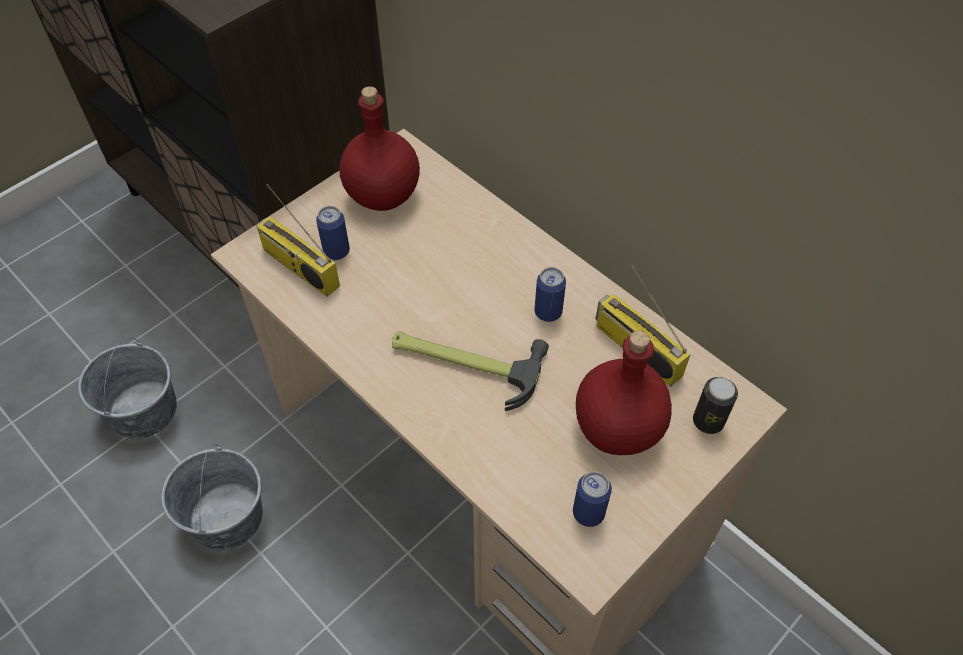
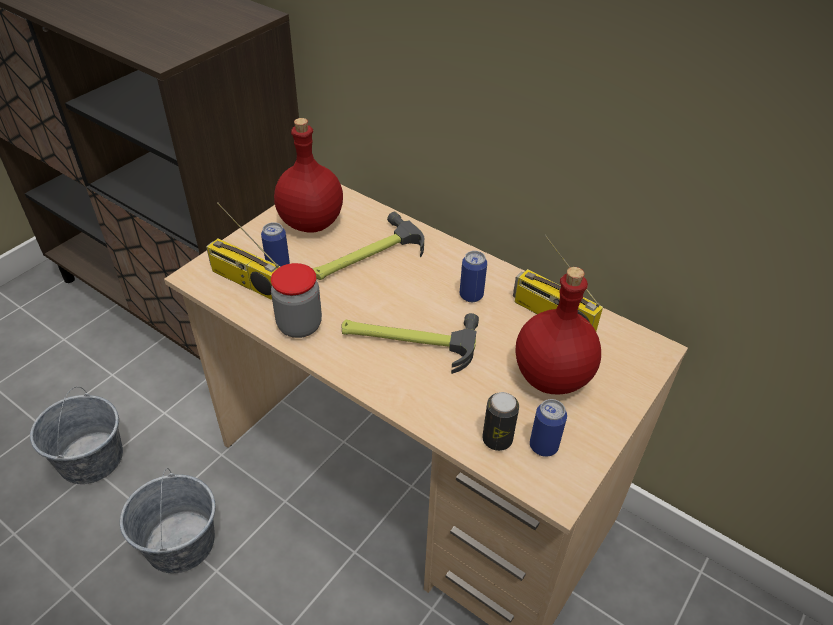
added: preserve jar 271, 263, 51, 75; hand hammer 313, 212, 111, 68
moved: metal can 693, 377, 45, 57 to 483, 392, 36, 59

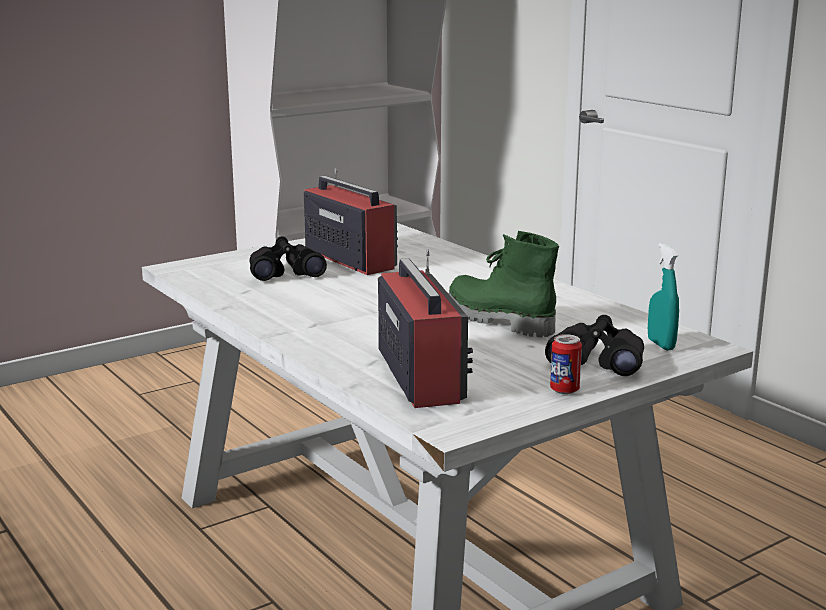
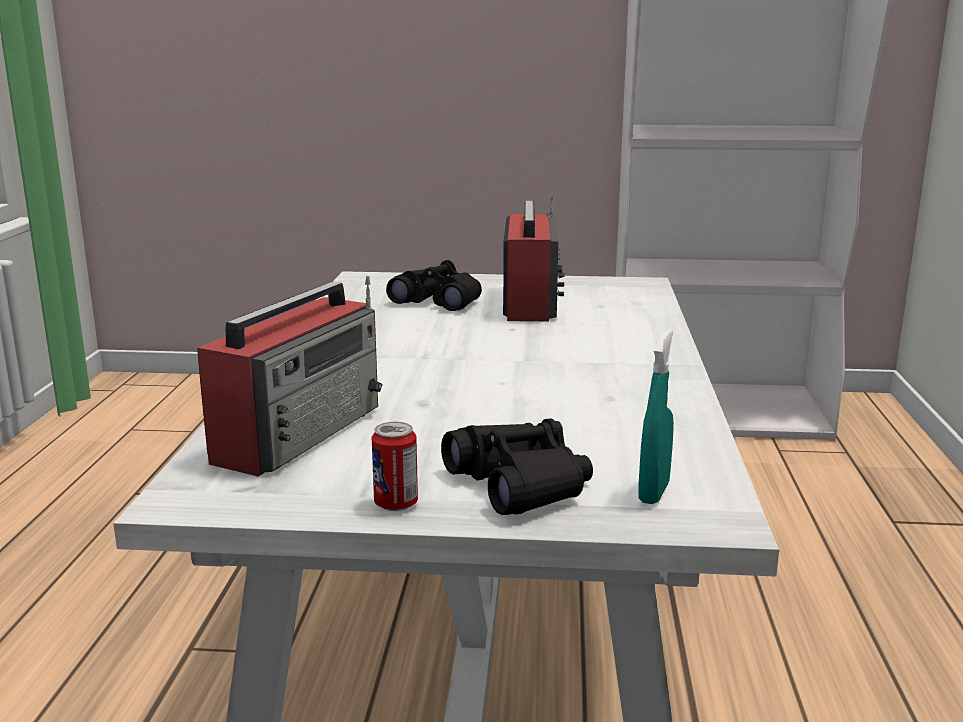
removed: tall boot (green-coloured) 449, 231, 110, 106

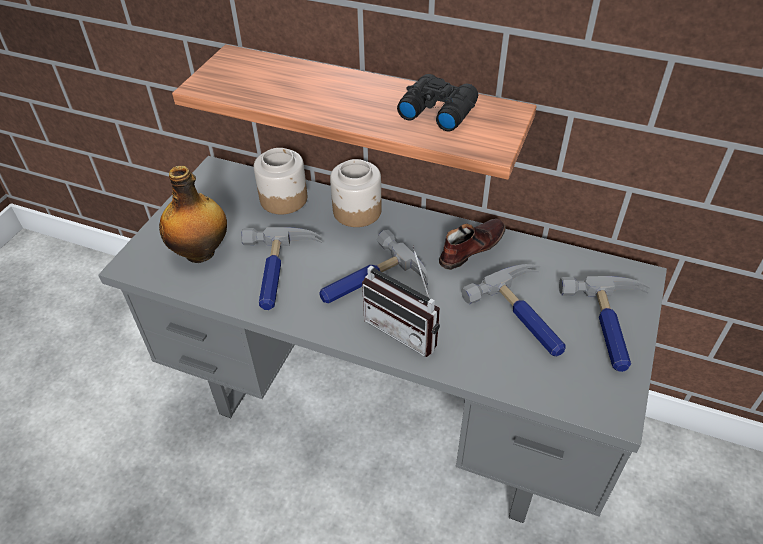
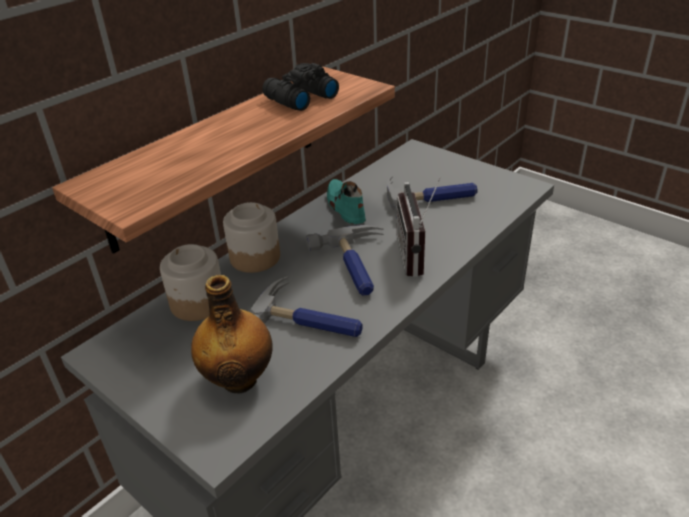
removed: hand hammer 559, 276, 91, 96
recoloured: low shoe (brown-coloured) 439, 219, 67, 51 to low shoe (blue-green) 327, 179, 39, 45
turned: radio 362, 246, 78, 111 = 397, 177, 44, 100 120 degrees clockwise

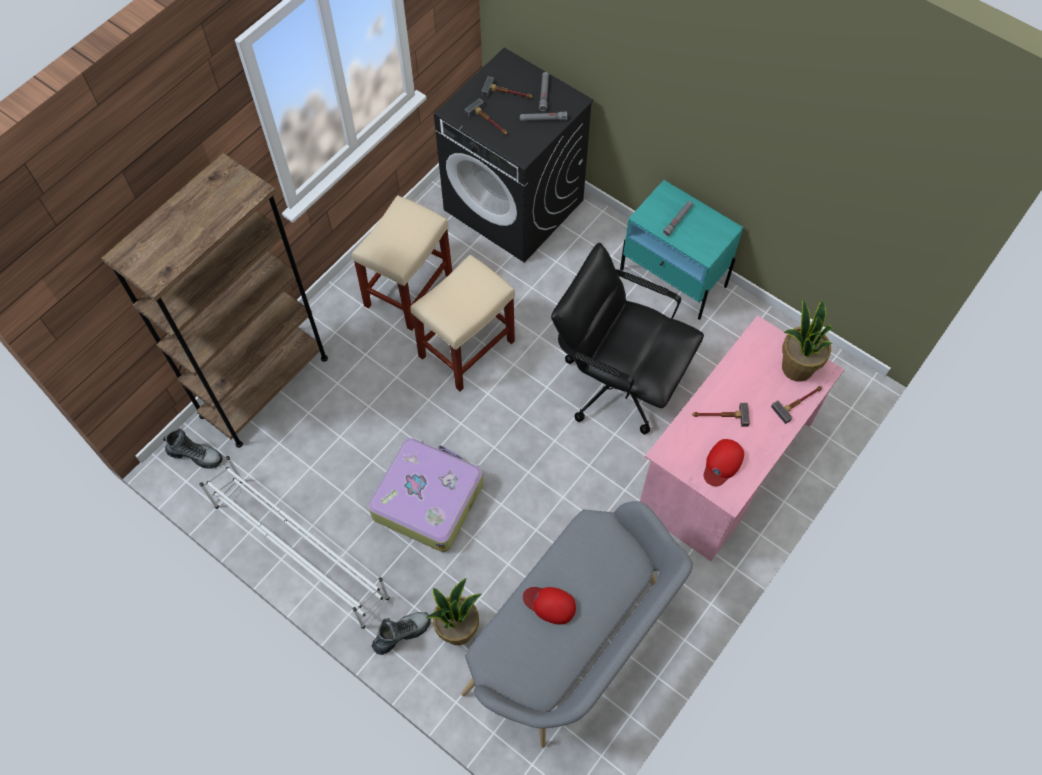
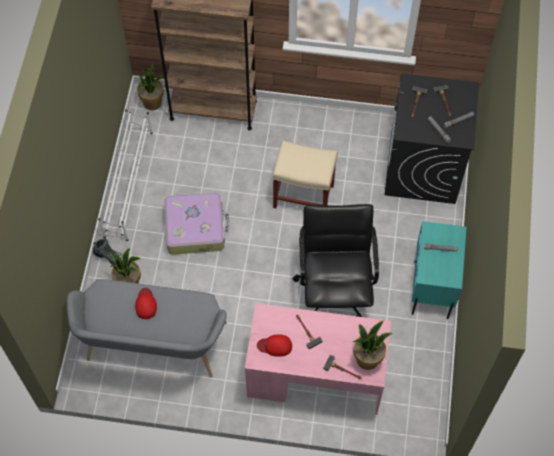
removed: stool seat (beige) 352, 195, 100, 136
replaced: tall boot 163, 428, 59, 41 to potted plant 137, 63, 27, 47

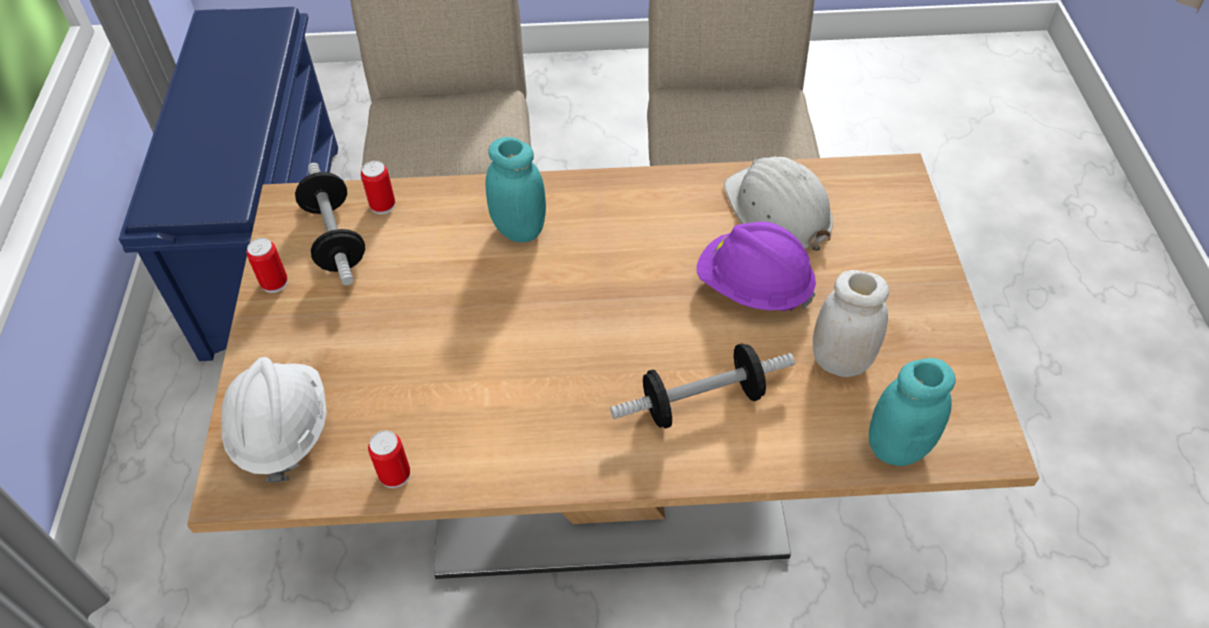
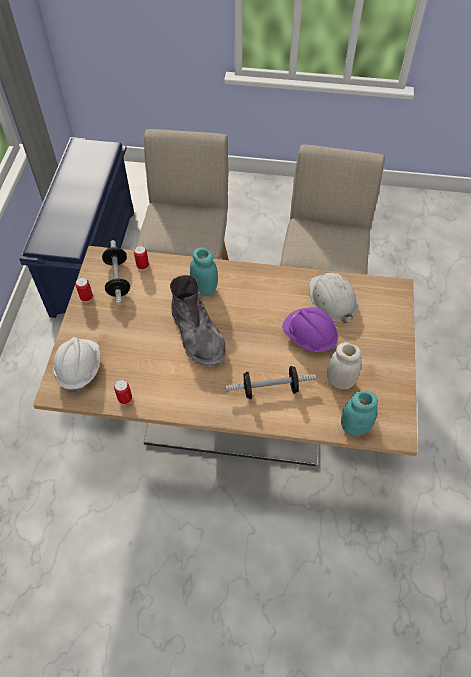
added: tall boot (grey) 170, 275, 56, 92

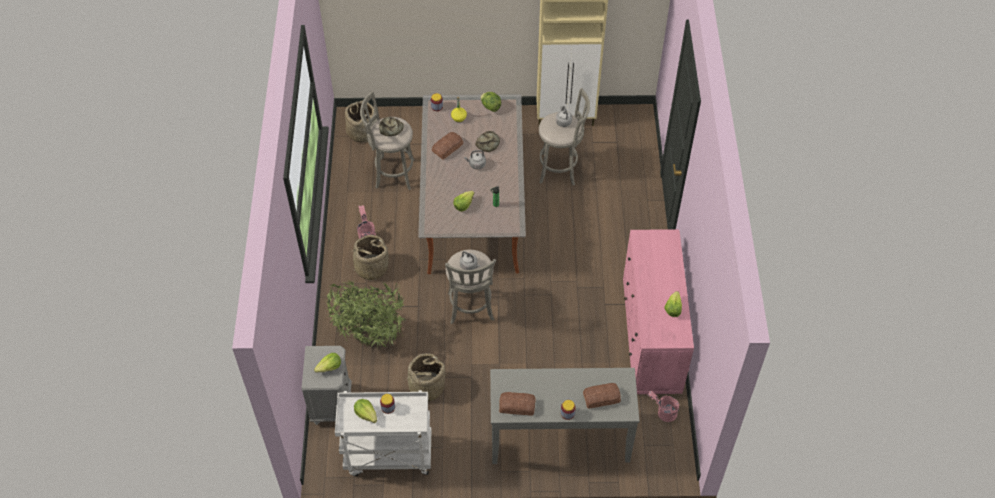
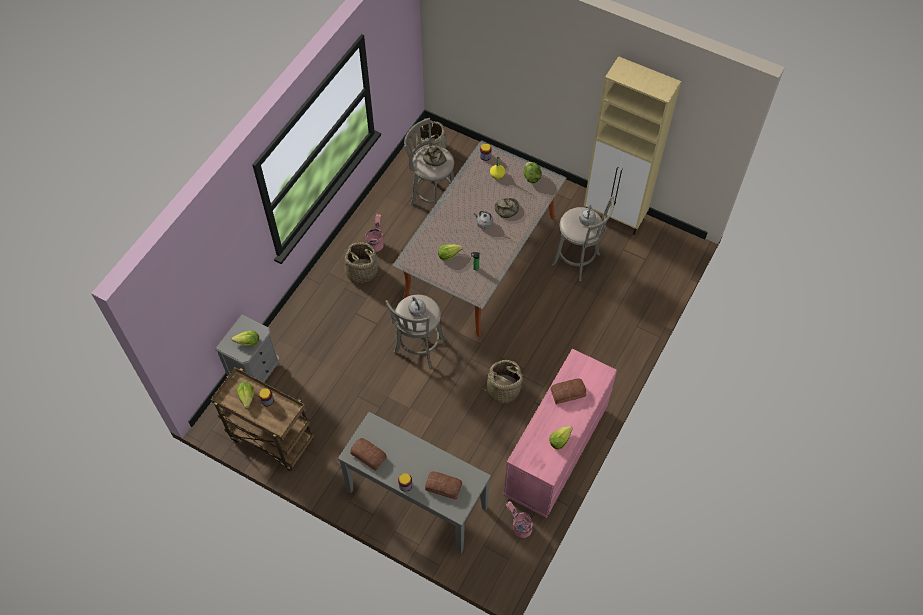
removed: potted plant 326, 281, 80, 66
moved: household basket 408, 353, 37, 48 to 479, 360, 45, 44; baked bread 432, 132, 31, 28 to 550, 378, 36, 26
recoloured: cart (white) 335, 390, 96, 86 to cart (brown-coloured) 211, 367, 103, 105

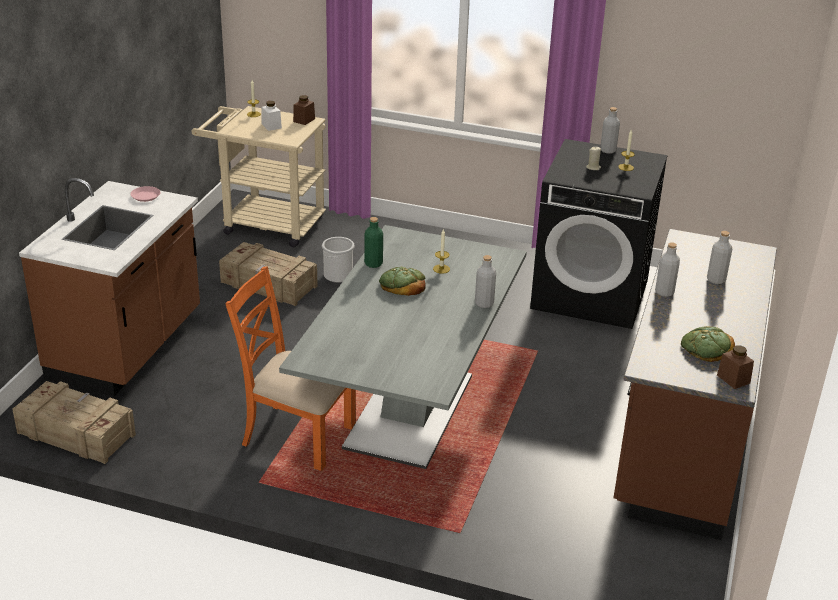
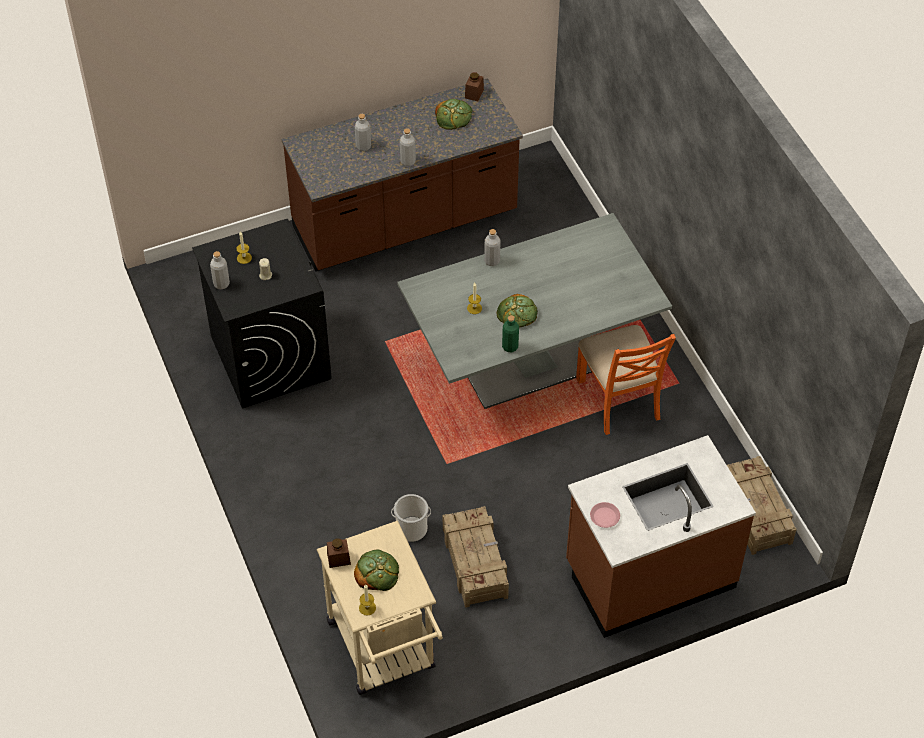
replaced: preserve jar (white) 262, 101, 20, 30 to baked bread 354, 550, 45, 41

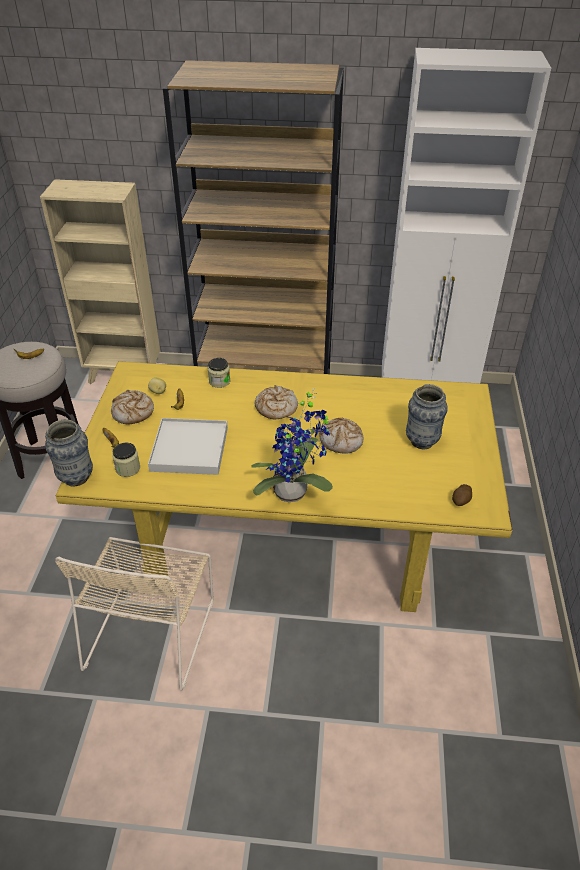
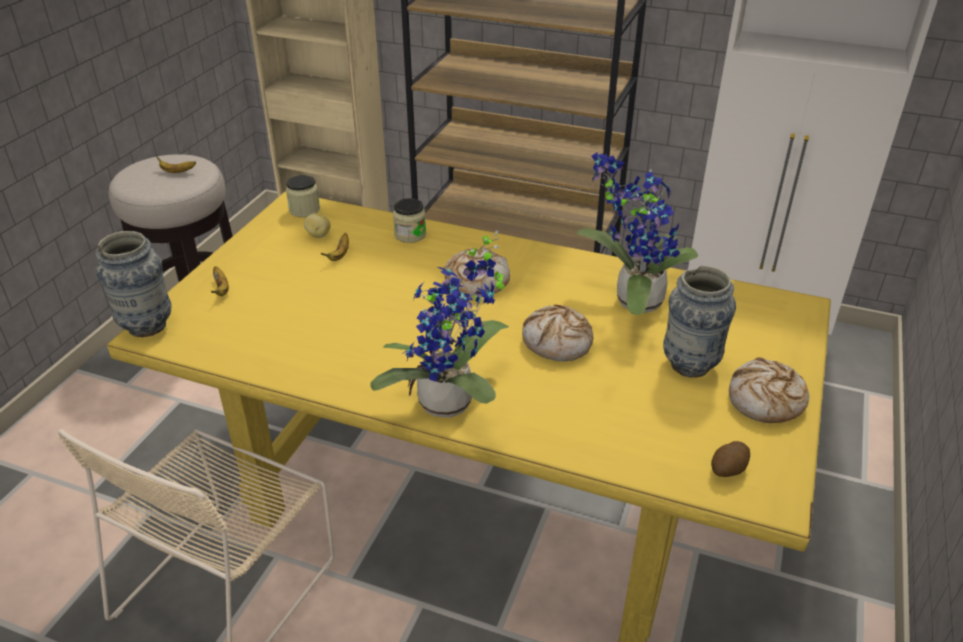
removed: serving tray (white) 148, 418, 80, 57
added: potted plant 577, 152, 121, 163
moved: baked bread 111, 390, 43, 35 to 729, 357, 80, 66; preserve jar 112, 443, 28, 34 to 286, 175, 34, 42

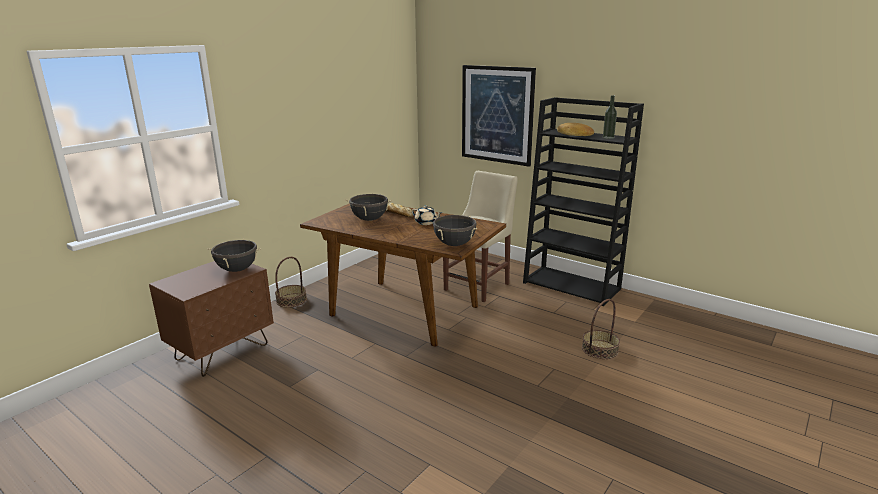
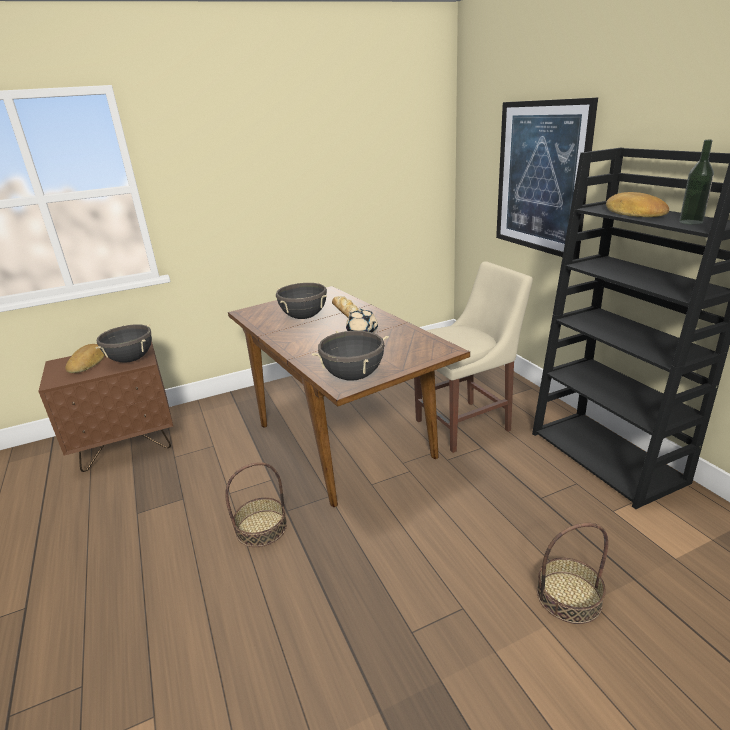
added: baked bread 65, 344, 40, 29
moved: household basket 275, 257, 32, 51 to 225, 462, 62, 85

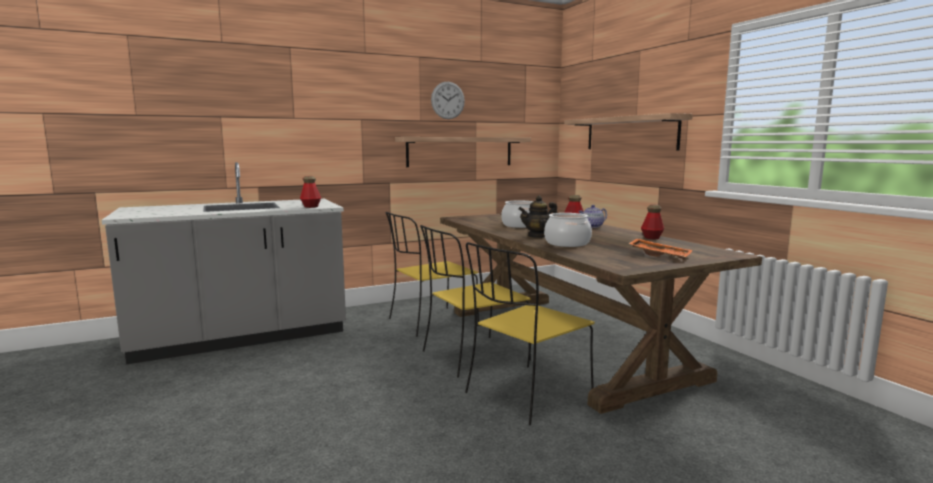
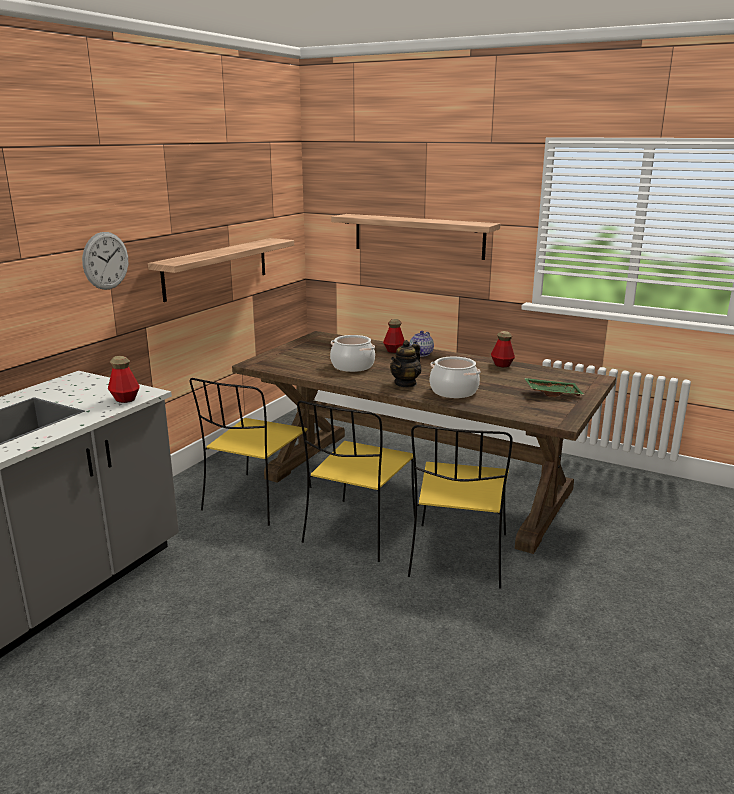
moved: wall clock 431, 82, 34, 37 to 82, 232, 46, 58
recoloured: serving tray (orangey) 628, 238, 65, 22 to serving tray (green-coloured) 524, 378, 60, 19

